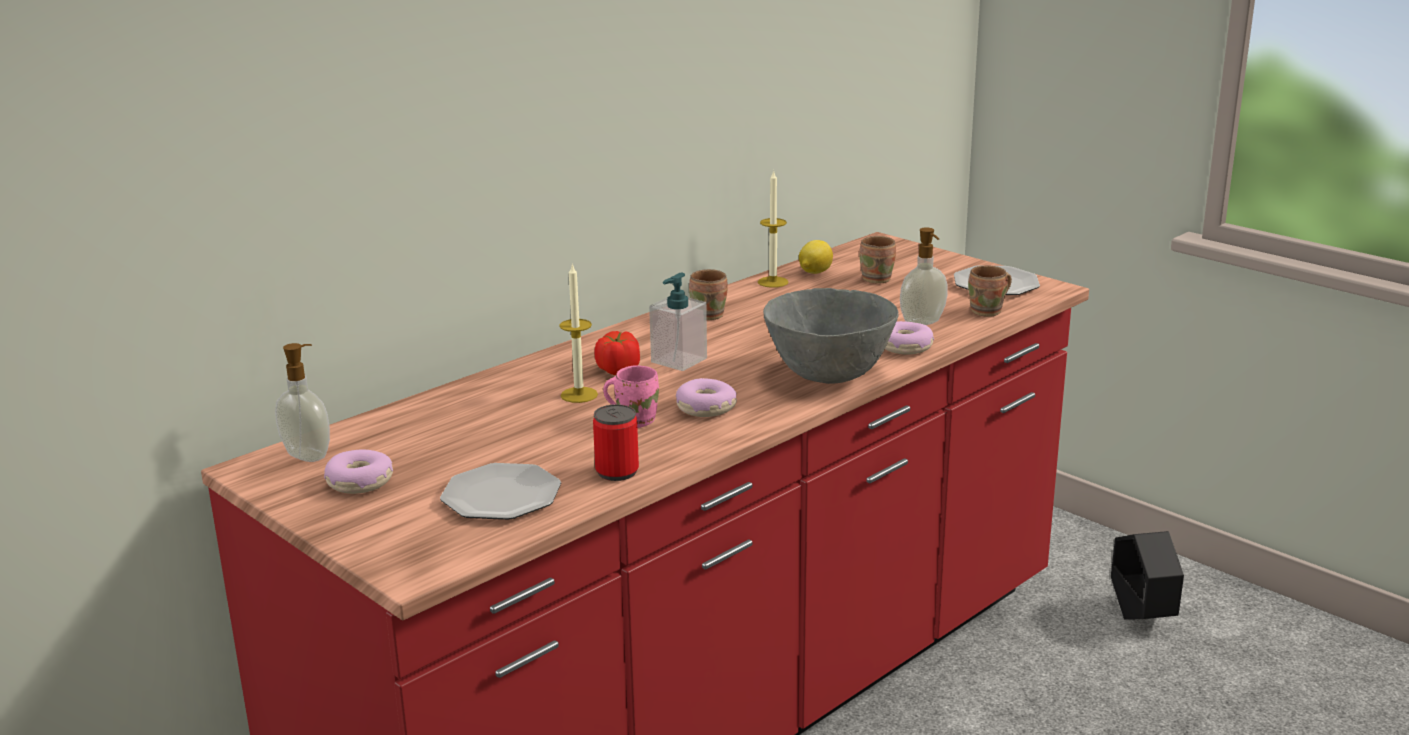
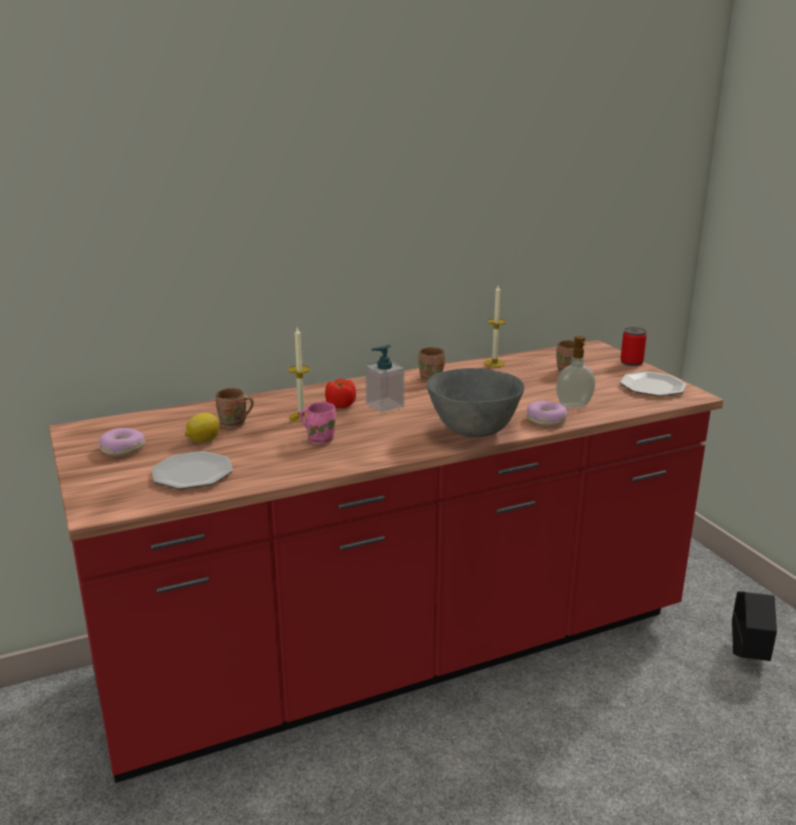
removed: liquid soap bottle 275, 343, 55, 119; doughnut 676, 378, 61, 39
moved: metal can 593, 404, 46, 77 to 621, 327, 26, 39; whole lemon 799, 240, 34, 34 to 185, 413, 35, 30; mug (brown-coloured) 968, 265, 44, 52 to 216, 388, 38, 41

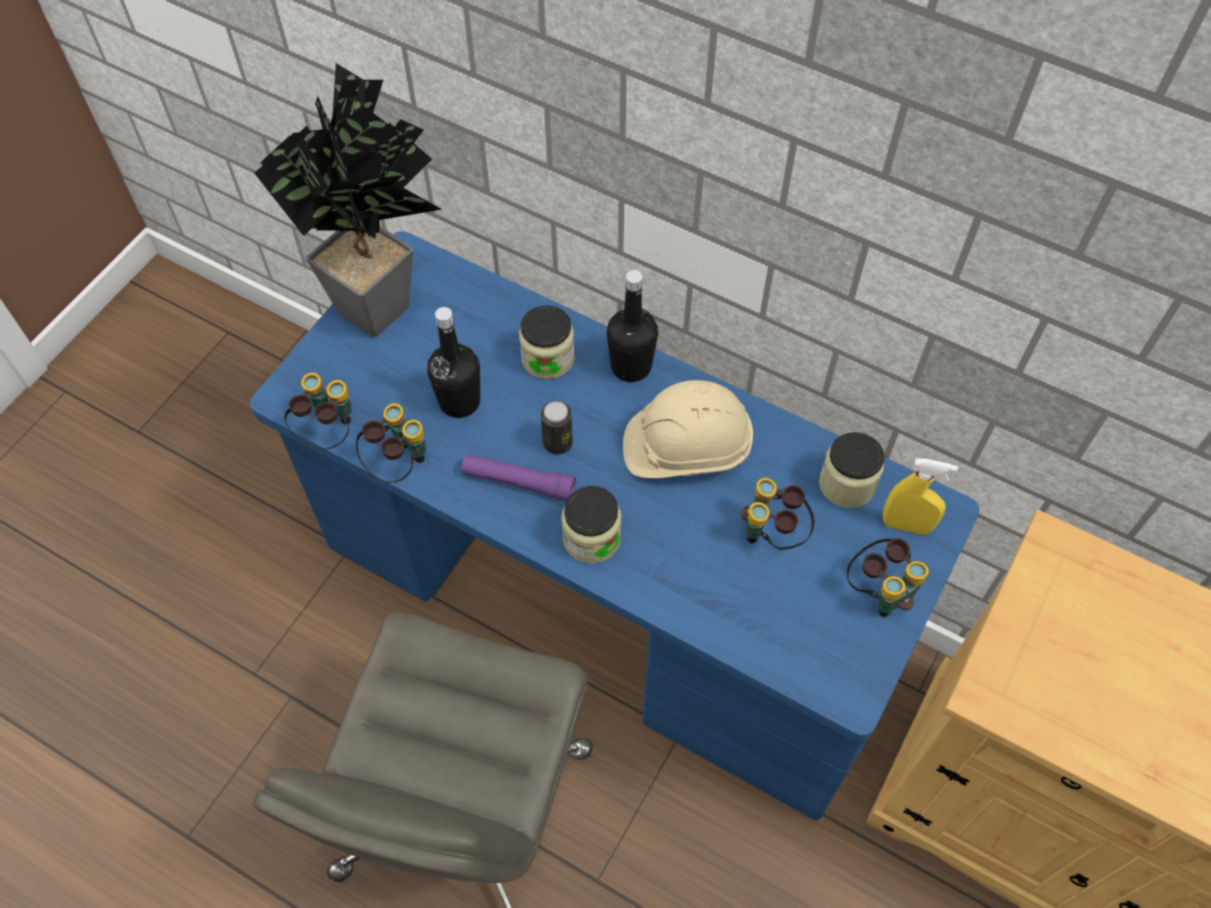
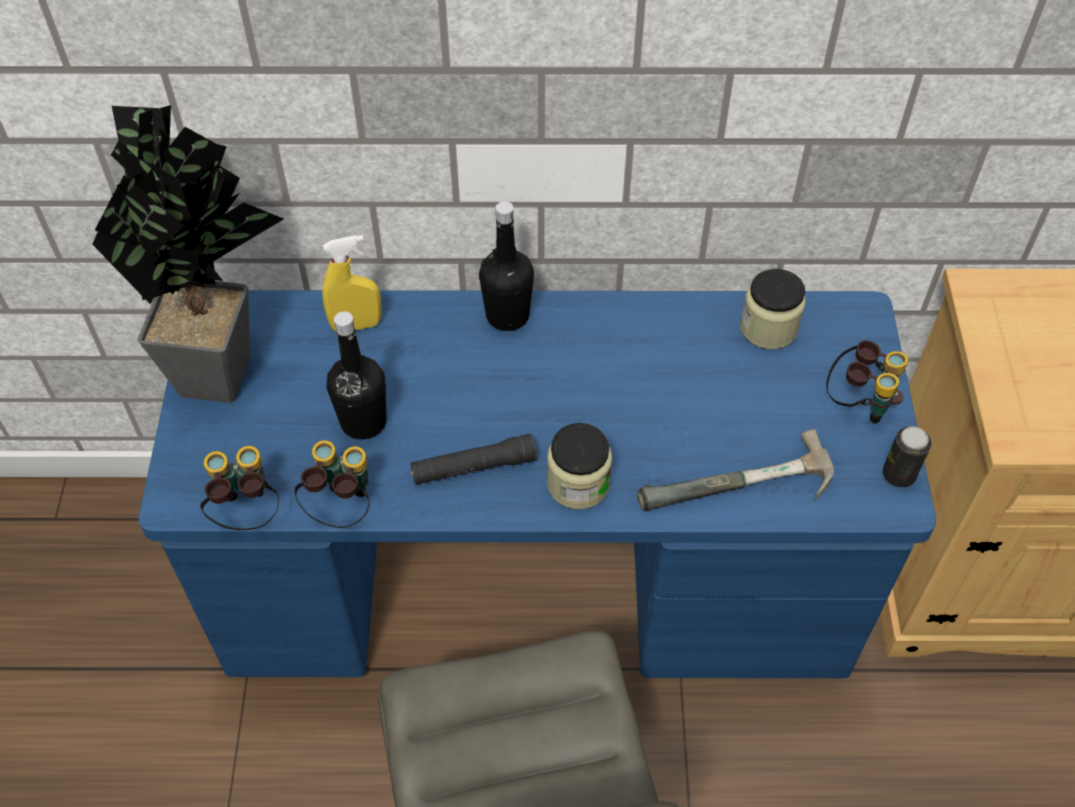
removed: preserve jar 519, 306, 56, 73; work helmet (beige) 623, 380, 130, 98; pair of binoculars 741, 478, 74, 72
added: hand hammer 637, 429, 197, 82
moved: metal can 541, 401, 32, 54 to 883, 426, 48, 61; hand sprayer (yellow-coloured) 883, 458, 75, 77 to 322, 235, 60, 97
recoloured: hand torch (purplish) 462, 454, 114, 47 to hand torch (black-coloured) 410, 434, 127, 51

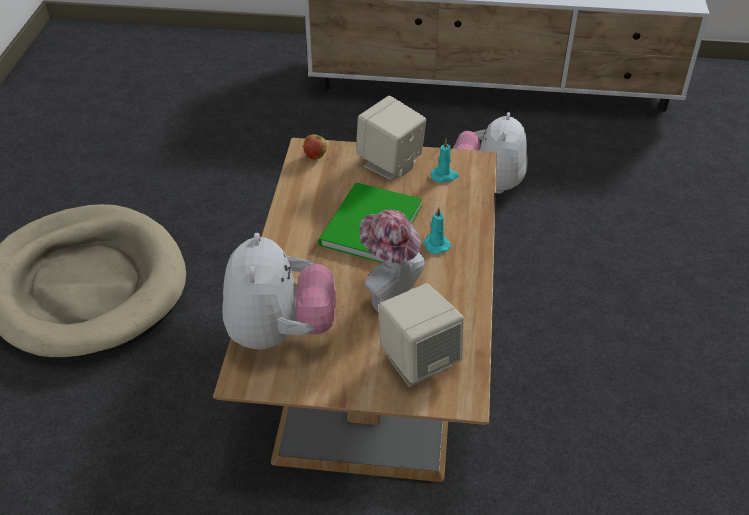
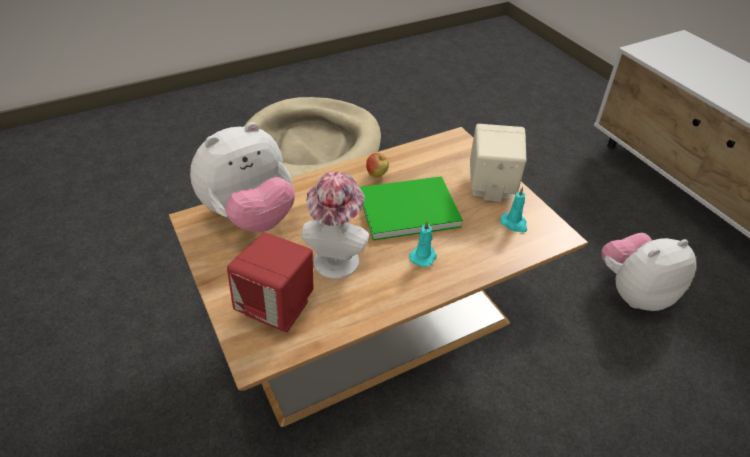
moved: apple fruit 303, 133, 24, 27 to 366, 153, 23, 24
recoloured: loudspeaker (beige) 379, 283, 85, 104 to loudspeaker (red) 227, 232, 87, 100

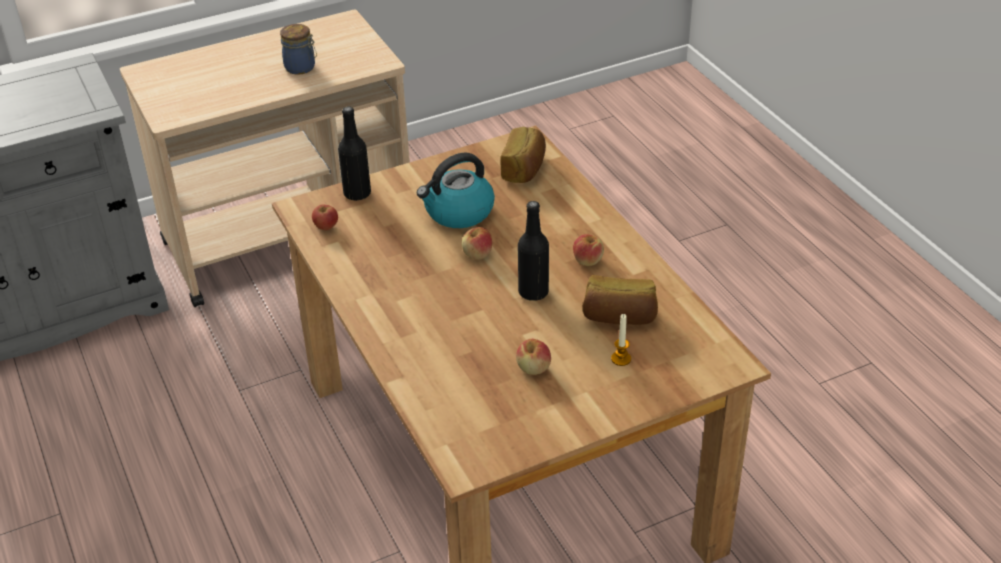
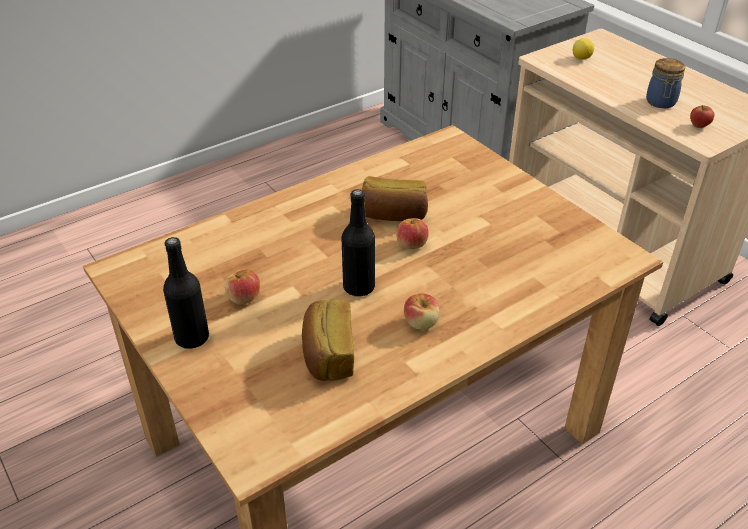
removed: tea kettle 417, 152, 78, 76; candle 611, 314, 20, 52
added: whole lemon 573, 38, 21, 22
moved: apple fruit 312, 205, 26, 25 to 690, 105, 24, 23; bottle (black-coloured) 338, 107, 33, 94 to 163, 237, 46, 112; baked bread 500, 127, 46, 56 to 362, 176, 66, 45

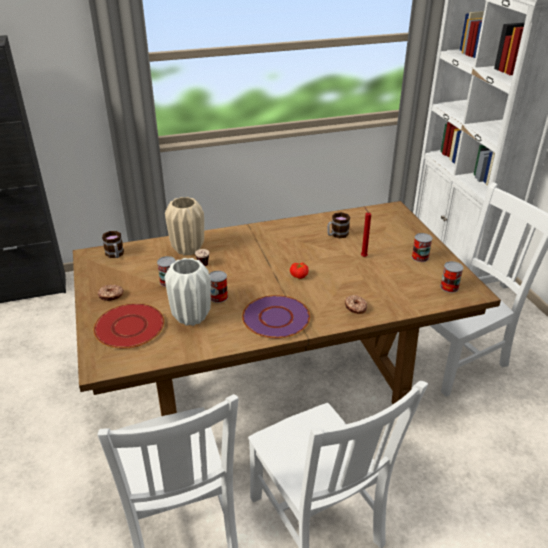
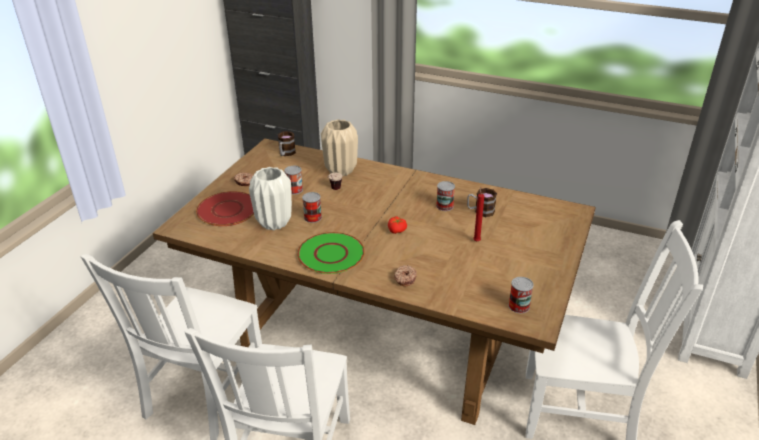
moved: metal can 412, 233, 20, 29 to 436, 181, 19, 30
recoloured: plate (purplish) 242, 295, 68, 44 to plate (green-coloured) 297, 232, 68, 42

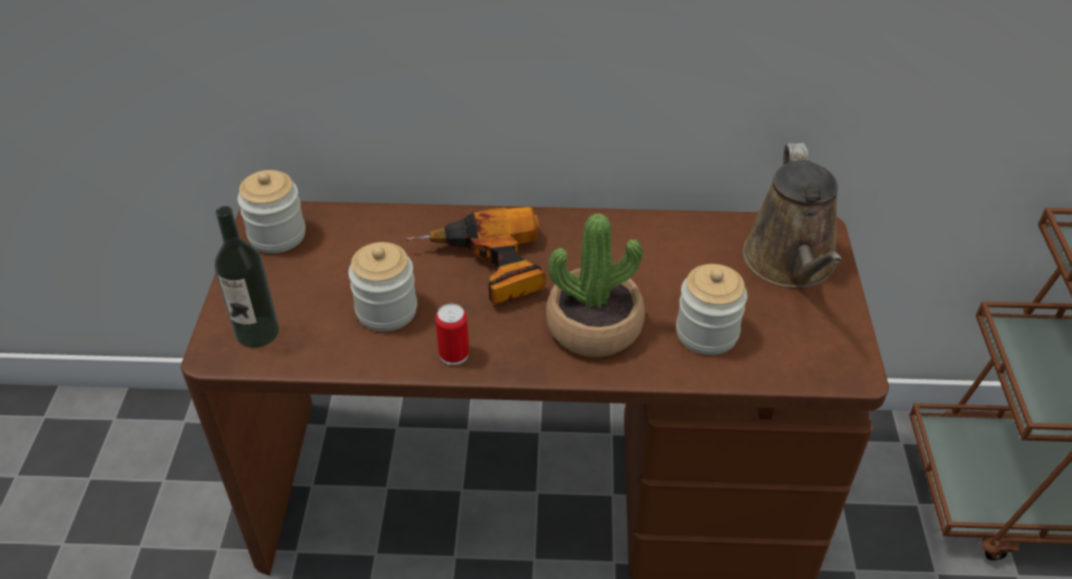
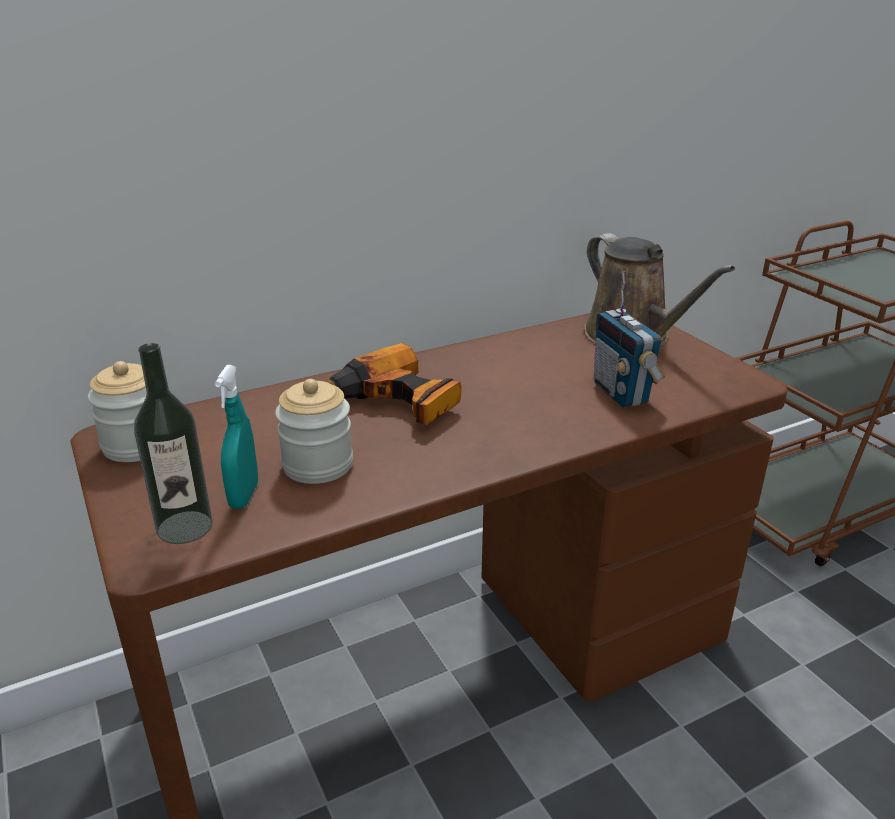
removed: metal can 435, 304, 34, 61; potted plant 546, 213, 99, 144
added: hand sprayer (blue-green) 215, 365, 43, 144
replaced: preserve jar 676, 264, 71, 91 to radio 593, 271, 72, 136

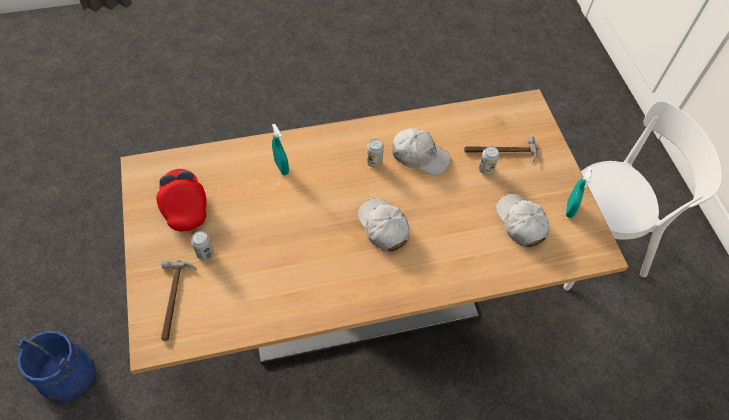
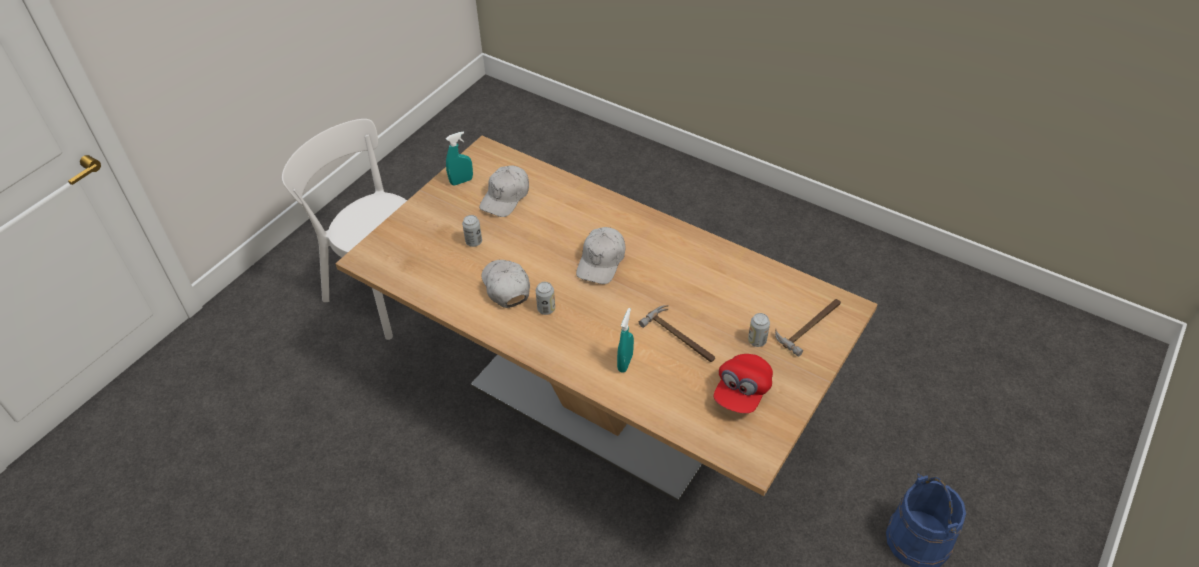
moved: hand hammer 464, 136, 74, 29 to 639, 305, 76, 57

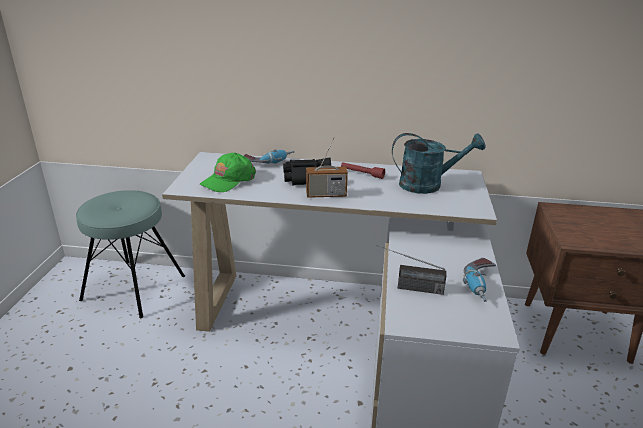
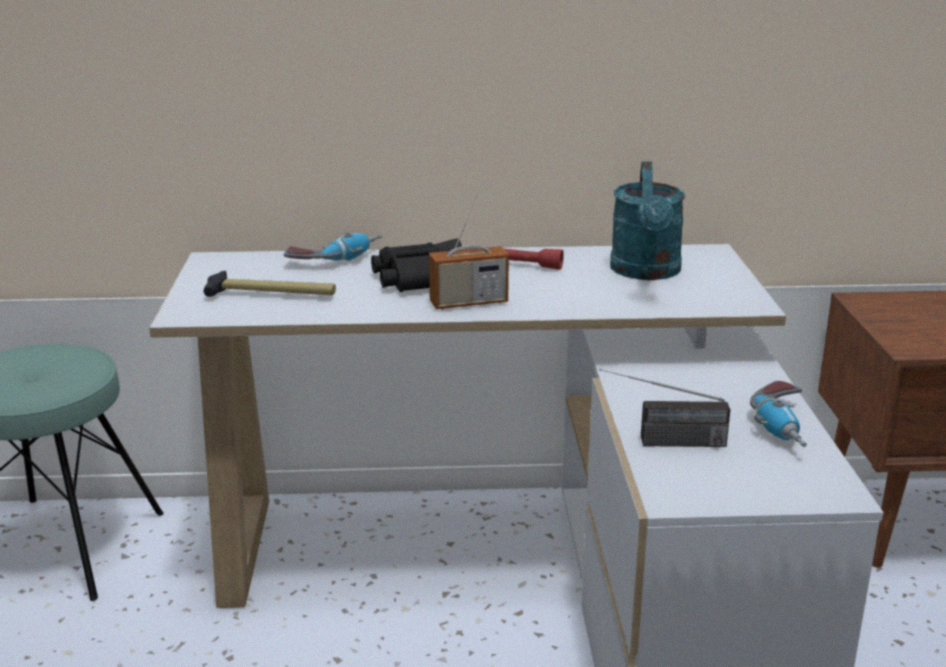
replaced: baseball cap (green-coloured) 200, 153, 56, 39 to hand hammer 203, 270, 133, 27
turned: watering pot (blue-green) 392, 133, 94, 61 = 610, 161, 75, 119 105 degrees clockwise

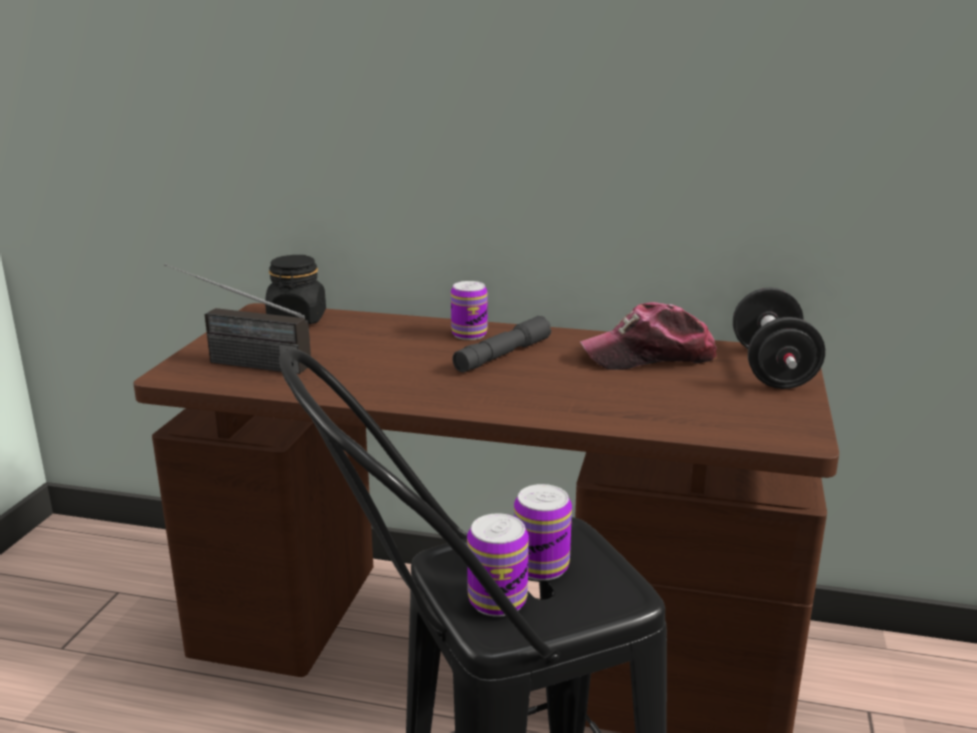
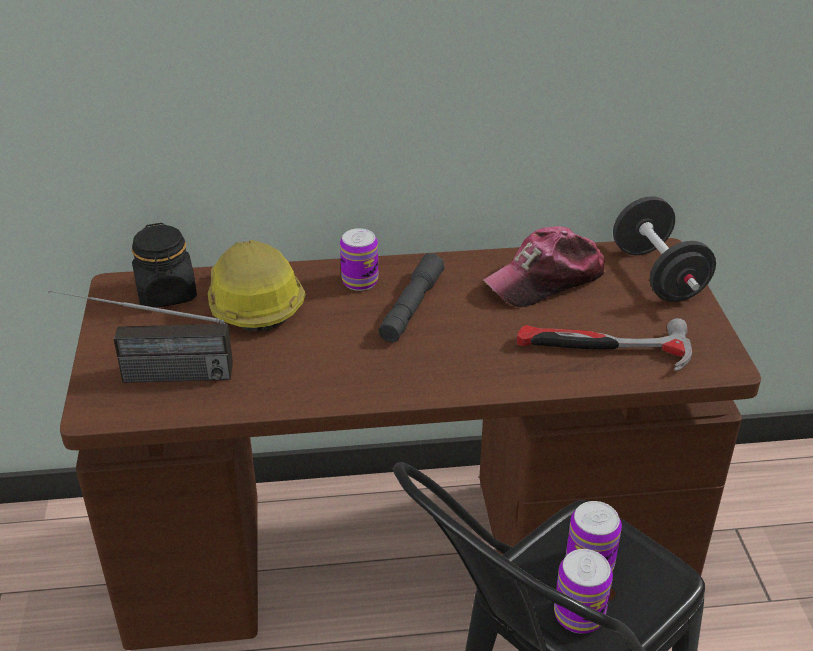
added: work helmet 208, 240, 98, 92; hand hammer 517, 318, 175, 53

